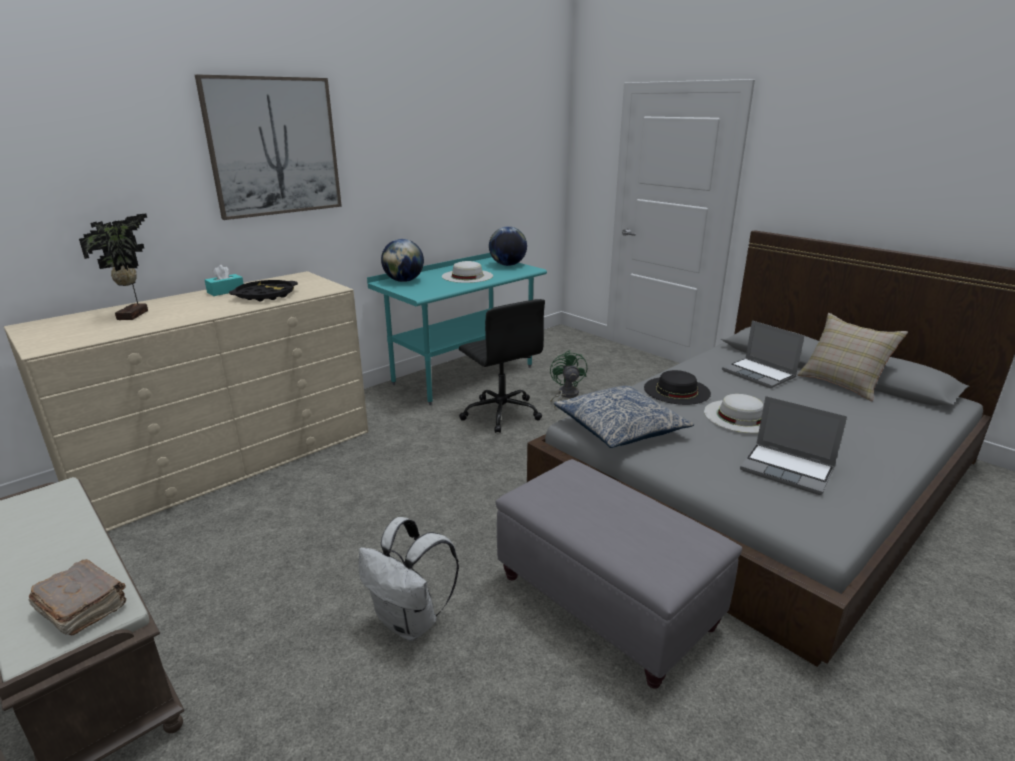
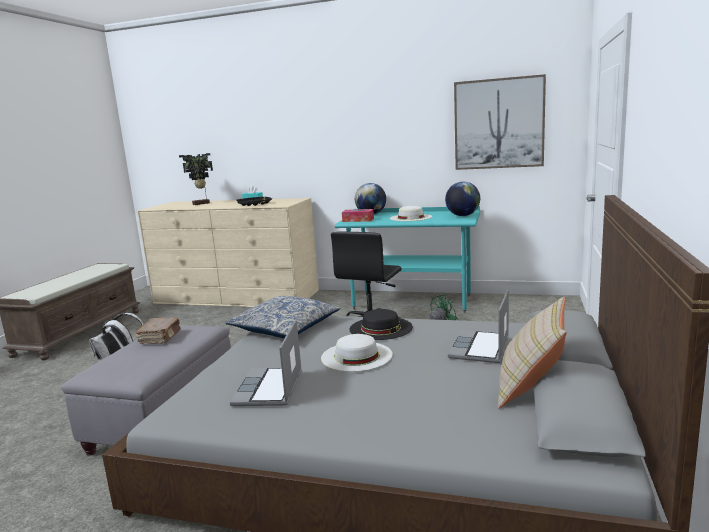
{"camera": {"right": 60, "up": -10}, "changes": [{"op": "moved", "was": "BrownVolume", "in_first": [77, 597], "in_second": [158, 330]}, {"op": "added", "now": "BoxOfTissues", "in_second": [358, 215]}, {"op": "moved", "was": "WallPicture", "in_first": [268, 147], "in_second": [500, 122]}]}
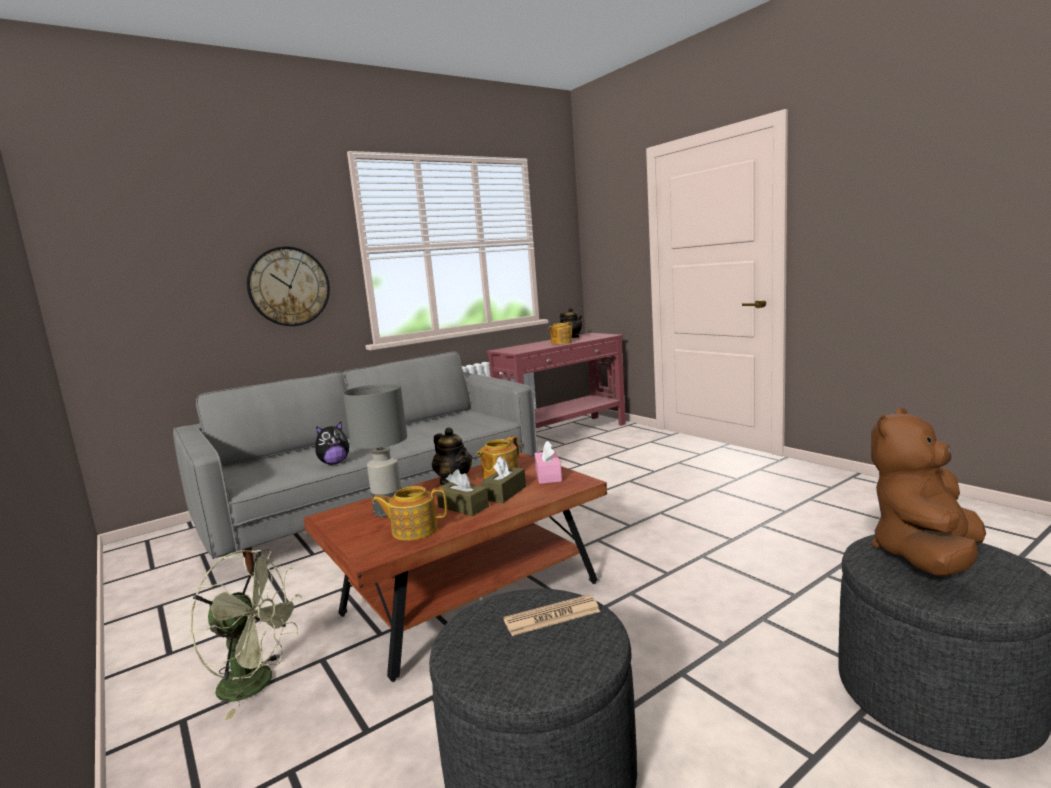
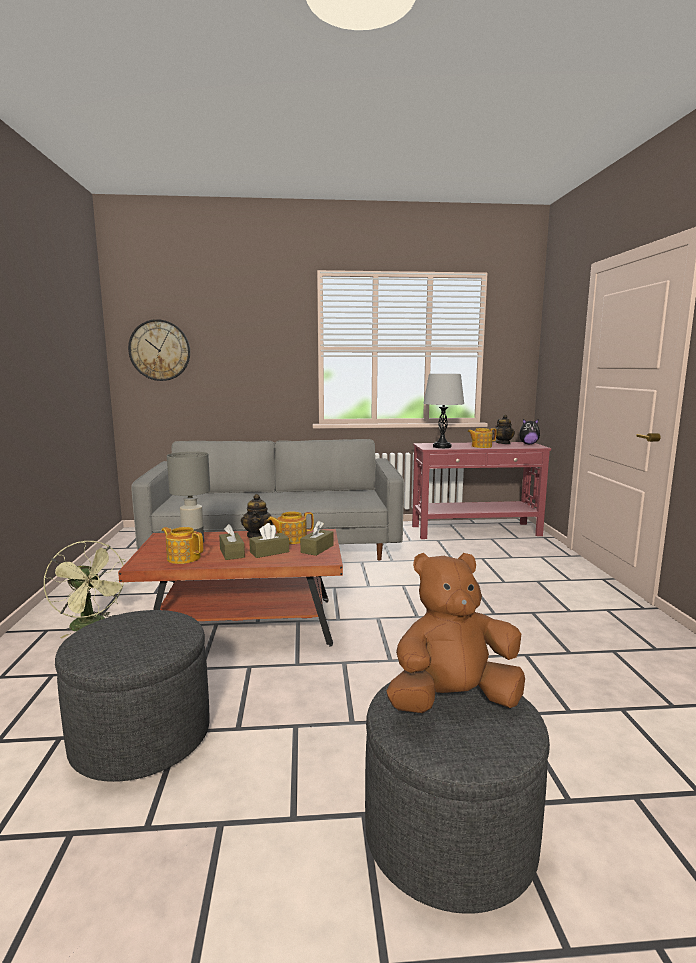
{"camera": {"right": 30, "up": 0}, "changes": [{"op": "moved", "was": "HangingClock", "in_first": [288, 286], "in_second": [159, 350]}, {"op": "recoloured", "was": "PinkishBoxOfTissues", "now": "BrownBoxOfTissues", "in_first": [548, 462], "in_second": [317, 538]}, {"op": "added", "now": "GreyishTabletopLamp", "in_second": [443, 411]}, {"op": "moved", "was": "CuddlyToy", "in_first": [332, 443], "in_second": [529, 431]}, {"op": "removed", "was": "DailyPaper", "in_first": [551, 615]}]}
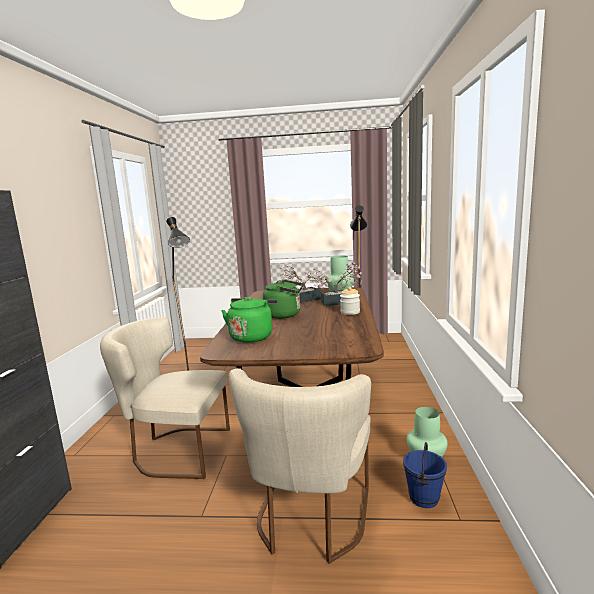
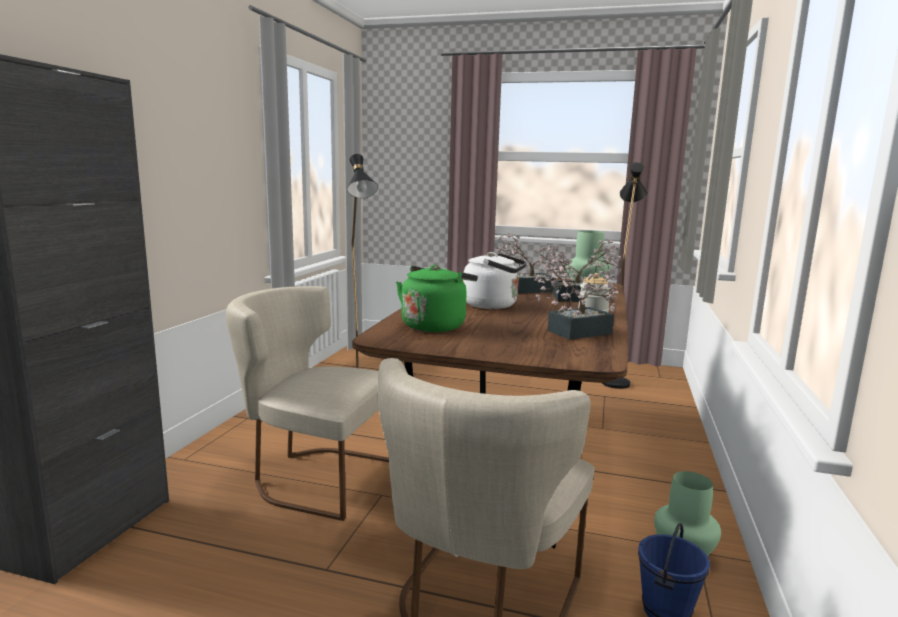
{"camera": {"right": 10, "up": 0}, "changes": [{"op": "recoloured", "was": "GreenTeaKettle", "now": "WhitishTeaKettle", "in_first": [283, 299], "in_second": [495, 280]}, {"op": "added", "now": "PottedPlant", "in_second": [576, 298]}]}
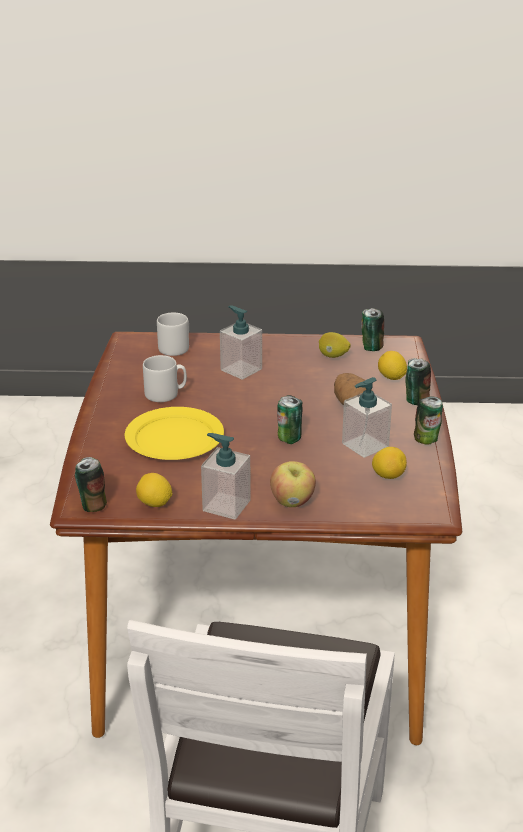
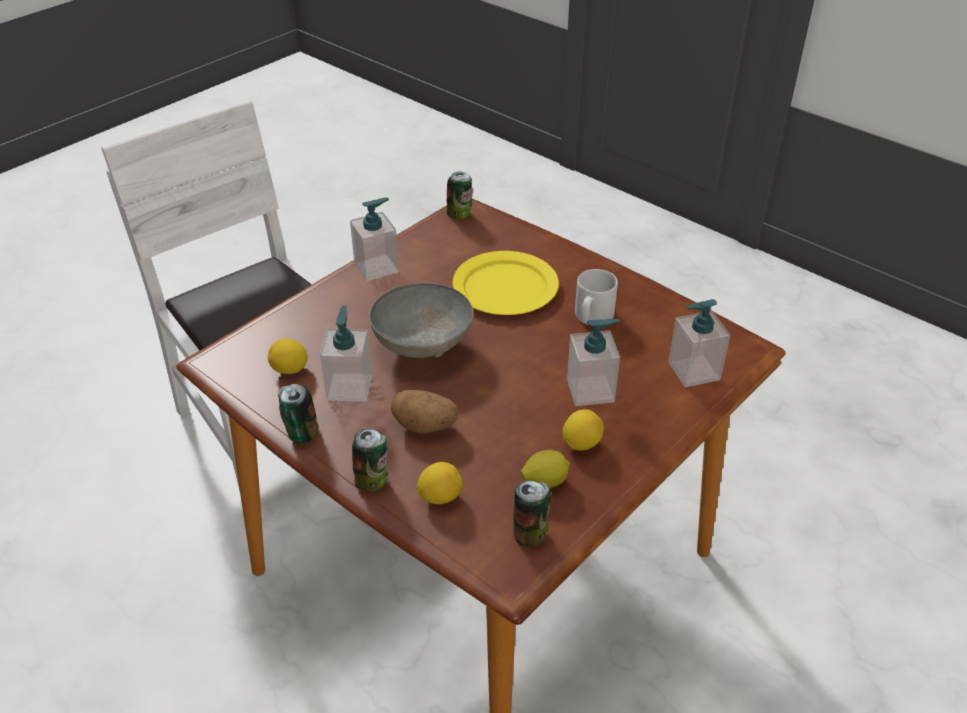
{"camera": {"right": 130, "up": 10}, "changes": [{"op": "replaced", "was": "Can", "now": "GreyishServingBowl", "in_first": [290, 419], "in_second": [421, 320]}, {"op": "moved", "was": "CitrusFruit", "in_first": [154, 490], "in_second": [583, 430]}, {"op": "replaced", "was": "GreyishCoffeeMug", "now": "SoapDispenser", "in_first": [173, 334], "in_second": [699, 343]}, {"op": "removed", "was": "WholeApple", "in_first": [293, 484]}]}
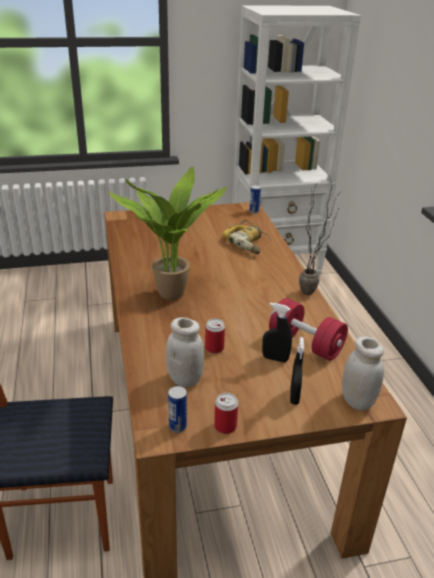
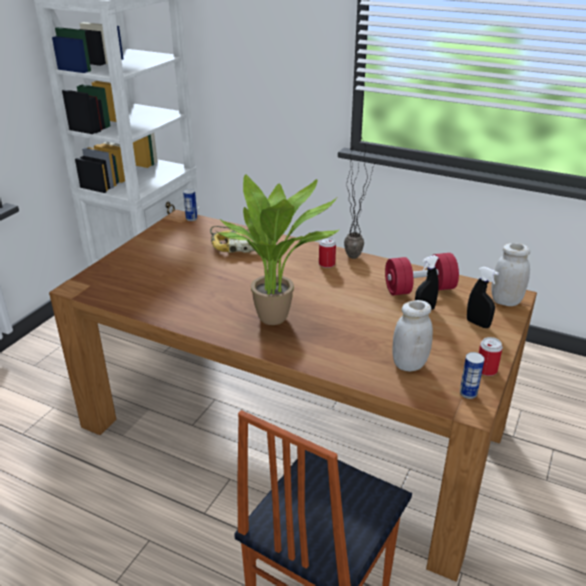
{"camera": {"right": -50, "up": 0}, "changes": [{"op": "moved", "was": "Can", "in_first": [215, 336], "in_second": [327, 252]}]}
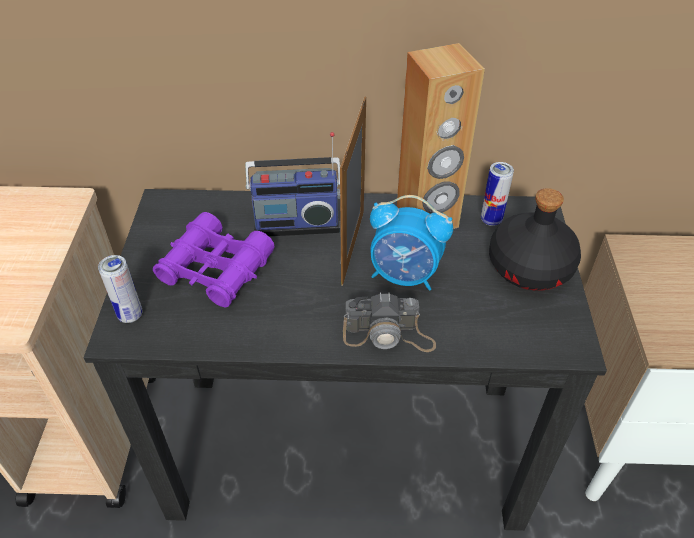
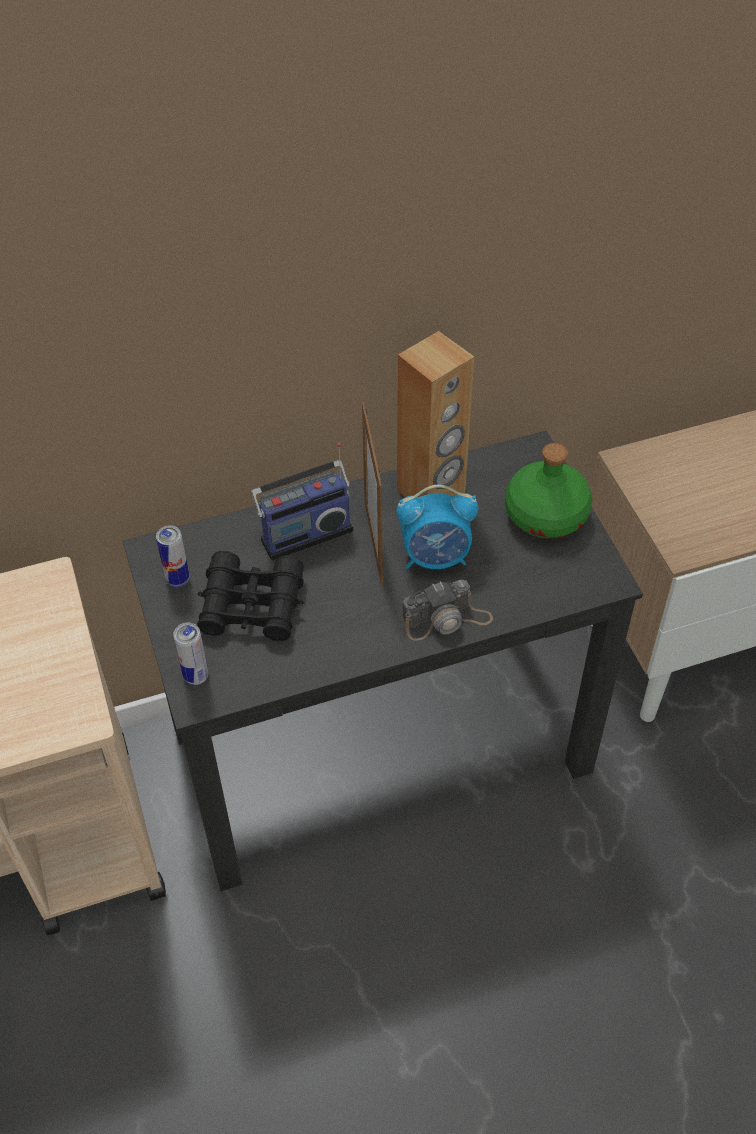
{"camera": {"right": -20, "up": 5}, "changes": [{"op": "moved", "was": "Can", "in_first": [497, 194], "in_second": [173, 556]}, {"op": "recoloured", "was": "PurpleBinoculars", "now": "BlackColouredBinoculars", "in_first": [214, 260], "in_second": [250, 596]}, {"op": "recoloured", "was": "BlackColouredBeverageBottle", "now": "GreenBeverageBottle", "in_first": [535, 239], "in_second": [548, 490]}]}
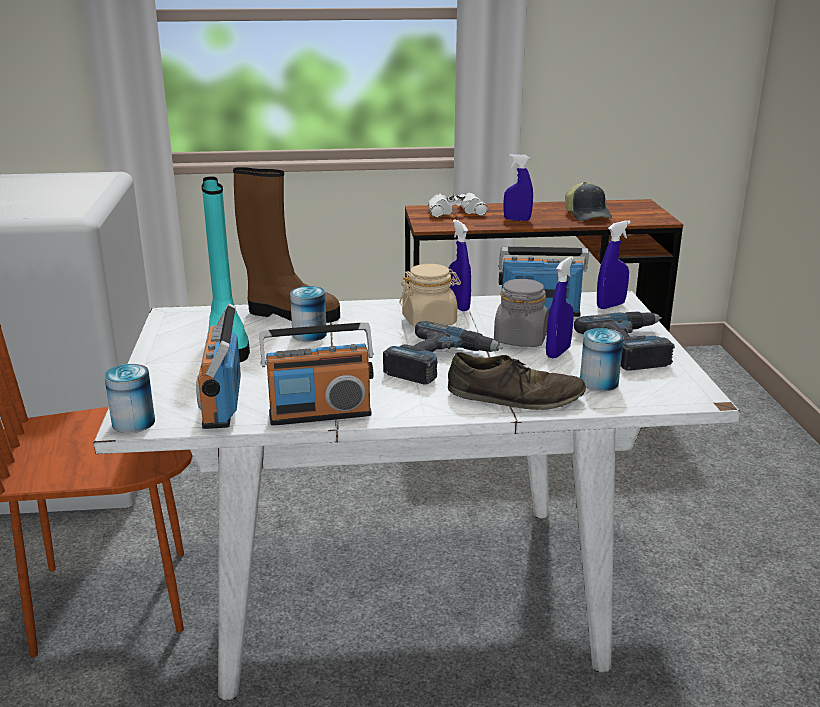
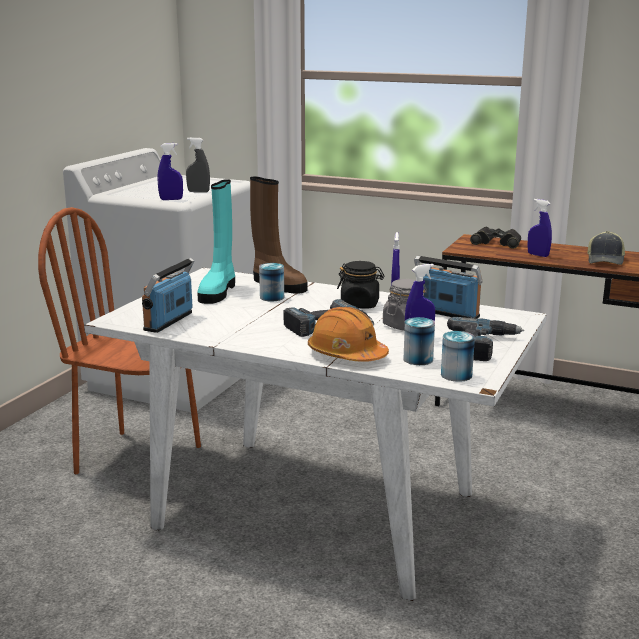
{"camera": {"right": 30, "up": -5}, "changes": [{"op": "moved", "was": "BluishSprayer", "in_first": [614, 264], "in_second": [170, 171]}, {"op": "added", "now": "GreyishSprayer", "in_second": [198, 165]}, {"op": "replaced", "was": "BrownItemOfFootwear", "now": "OrangeColouredWorkHelmet", "in_first": [517, 381], "in_second": [348, 334]}, {"op": "recoloured", "was": "BeigeStorageJar", "now": "BlackColouredStorageJar", "in_first": [430, 295], "in_second": [360, 284]}, {"op": "moved", "was": "Can", "in_first": [129, 398], "in_second": [458, 356]}, {"op": "recoloured", "was": "WhitishBinoculars", "now": "BlackColouredBinoculars", "in_first": [458, 205], "in_second": [495, 238]}, {"op": "removed", "was": "RadioReceiver", "in_first": [316, 373]}]}
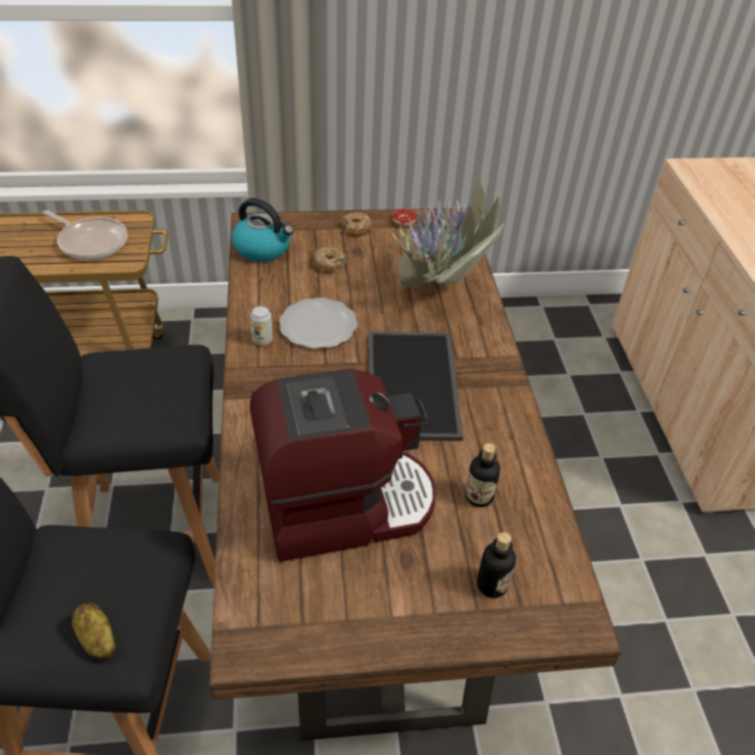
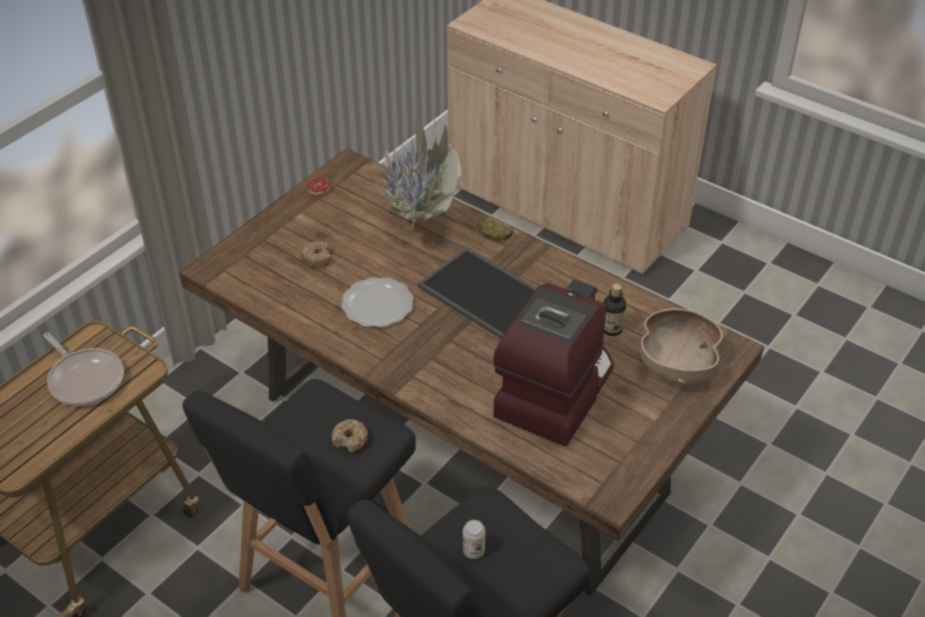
{"camera": {"right": -45, "up": 0}, "changes": [{"op": "turned", "was": "FryingPan", "in_first": [85, 235], "in_second": [83, 369], "clockwise": 60}, {"op": "moved", "was": "Donut", "in_first": [357, 224], "in_second": [349, 435]}, {"op": "moved", "was": "Can", "in_first": [261, 325], "in_second": [474, 539]}, {"op": "moved", "was": "Potato", "in_first": [94, 631], "in_second": [495, 229]}, {"op": "replaced", "was": "BeverageBottle", "now": "BrownServingBowl", "in_first": [496, 565], "in_second": [681, 346]}, {"op": "removed", "was": "TeaKettle", "in_first": [262, 230]}]}
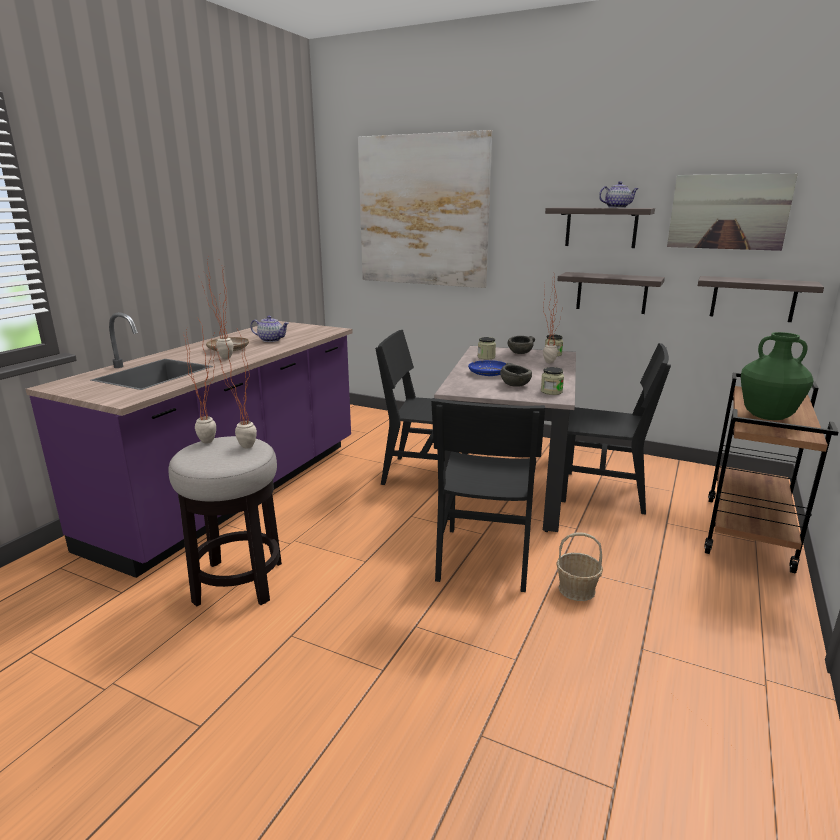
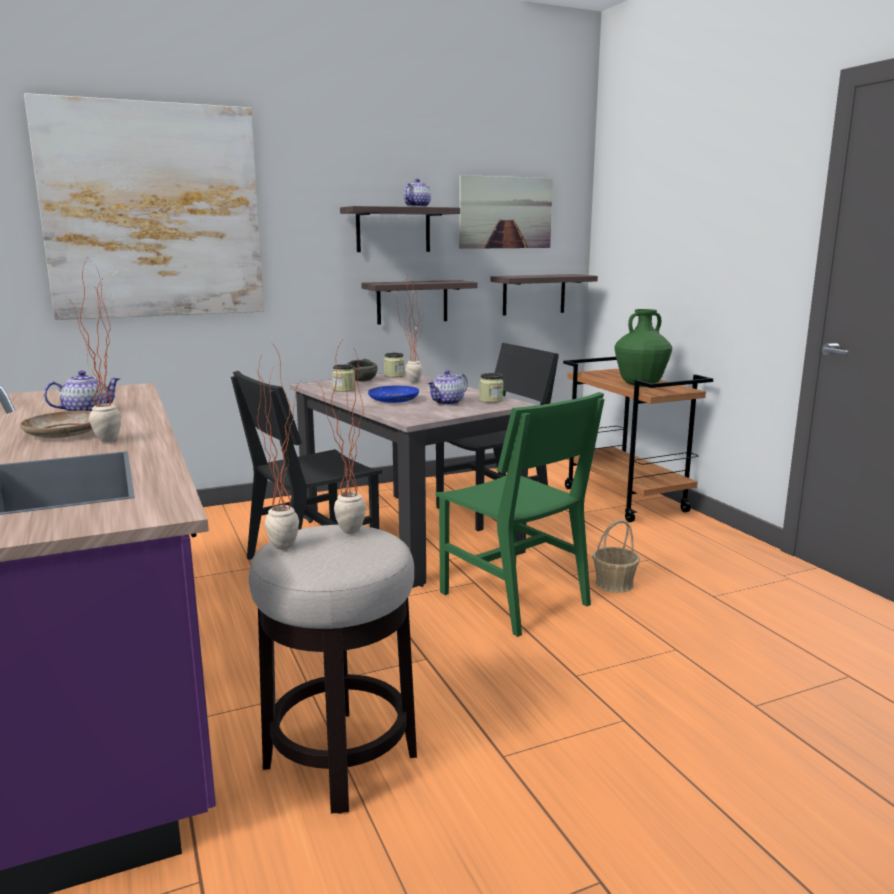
{"camera": {"right": -50, "up": -5}, "changes": [{"op": "replaced", "was": "GreyishServingBowl", "now": "TeaPot", "in_first": [516, 375], "in_second": [447, 387]}, {"op": "recoloured", "was": "BlackColouredPlainChair", "now": "GreenPlainChair", "in_first": [488, 495], "in_second": [520, 514]}]}
